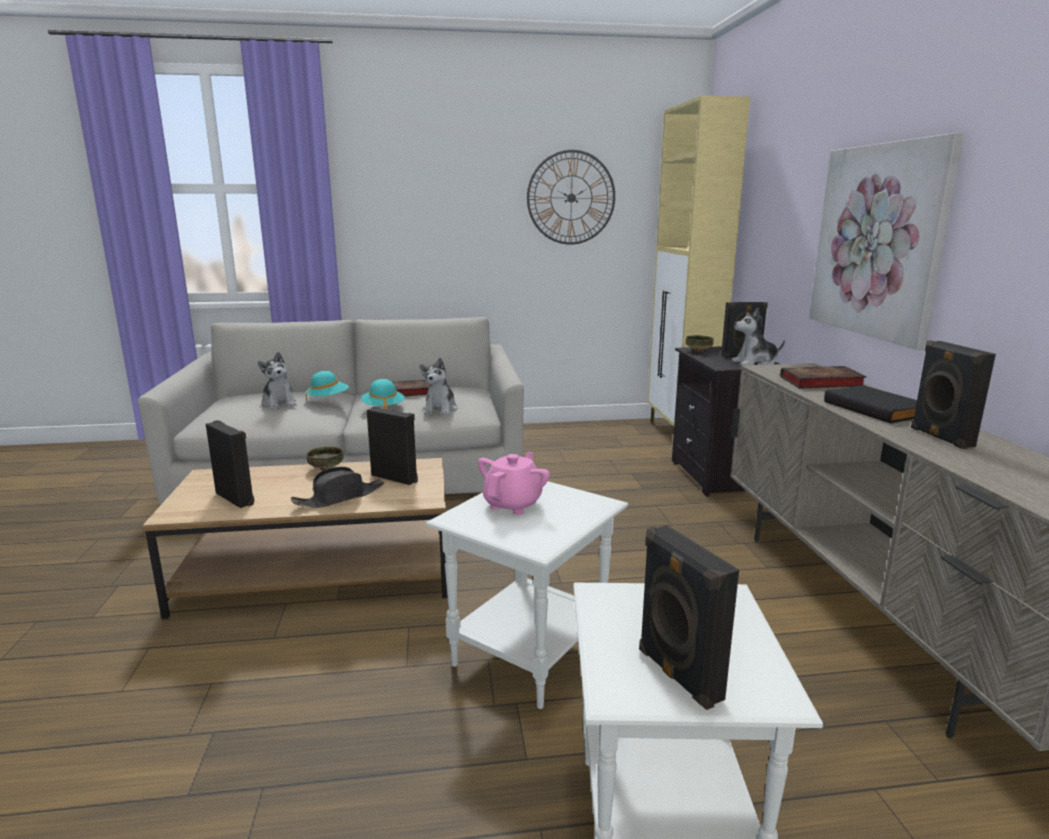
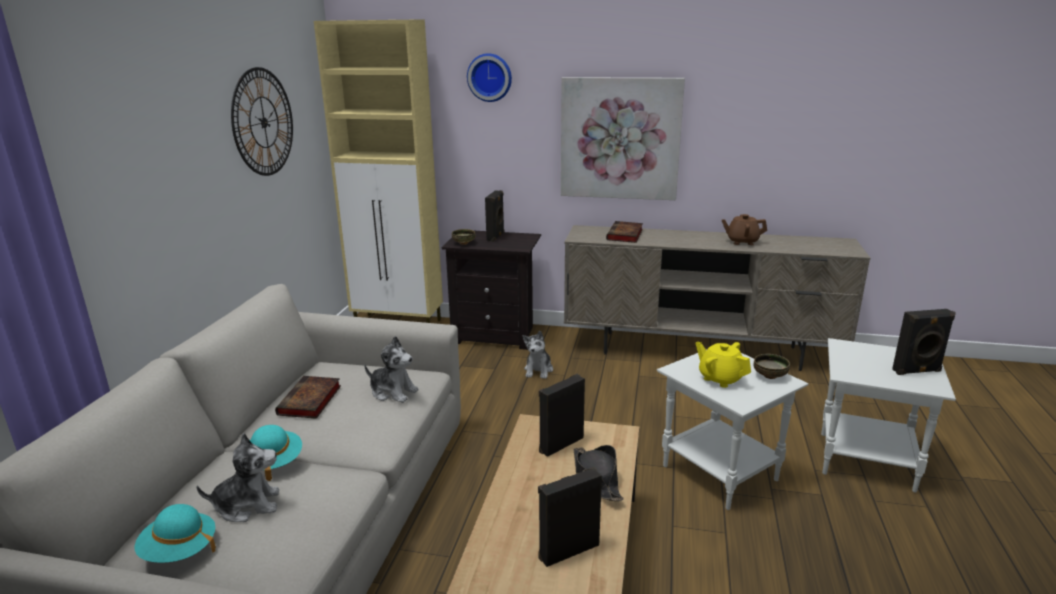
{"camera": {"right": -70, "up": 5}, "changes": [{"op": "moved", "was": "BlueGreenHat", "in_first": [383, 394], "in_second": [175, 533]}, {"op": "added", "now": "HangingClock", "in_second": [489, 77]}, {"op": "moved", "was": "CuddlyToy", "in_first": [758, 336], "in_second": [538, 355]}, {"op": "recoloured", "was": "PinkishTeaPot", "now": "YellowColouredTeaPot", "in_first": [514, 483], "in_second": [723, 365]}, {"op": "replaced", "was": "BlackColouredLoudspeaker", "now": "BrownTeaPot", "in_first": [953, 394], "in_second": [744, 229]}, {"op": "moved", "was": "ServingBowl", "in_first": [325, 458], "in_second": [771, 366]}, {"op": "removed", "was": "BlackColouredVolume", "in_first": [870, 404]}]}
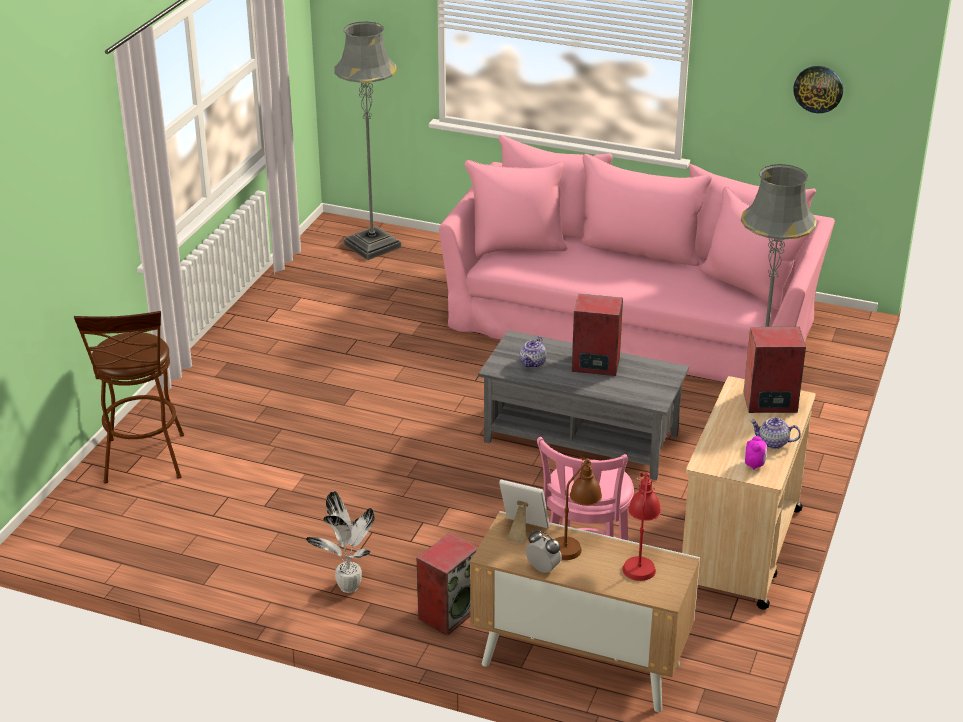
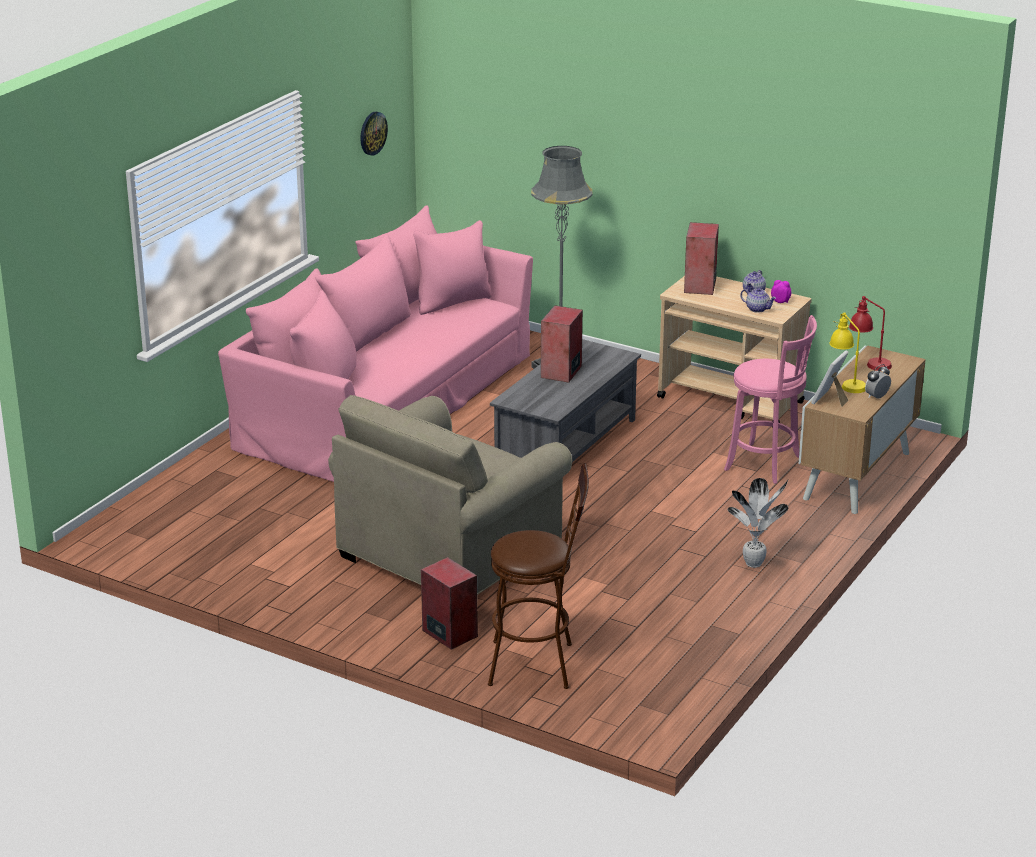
{"camera": {"right": -80, "up": -5}, "changes": [{"op": "added", "now": "BeigeEasyChair", "in_second": [450, 495]}, {"op": "moved", "was": "Loudspeaker", "in_first": [447, 584], "in_second": [449, 603]}, {"op": "moved", "was": "TeaPot", "in_first": [533, 352], "in_second": [758, 300]}, {"op": "recoloured", "was": "BrownTabletopLamp", "now": "YellowColouredTabletopLamp", "in_first": [578, 508], "in_second": [847, 352]}, {"op": "removed", "was": "GreyishStandardLamp", "in_first": [367, 141]}]}
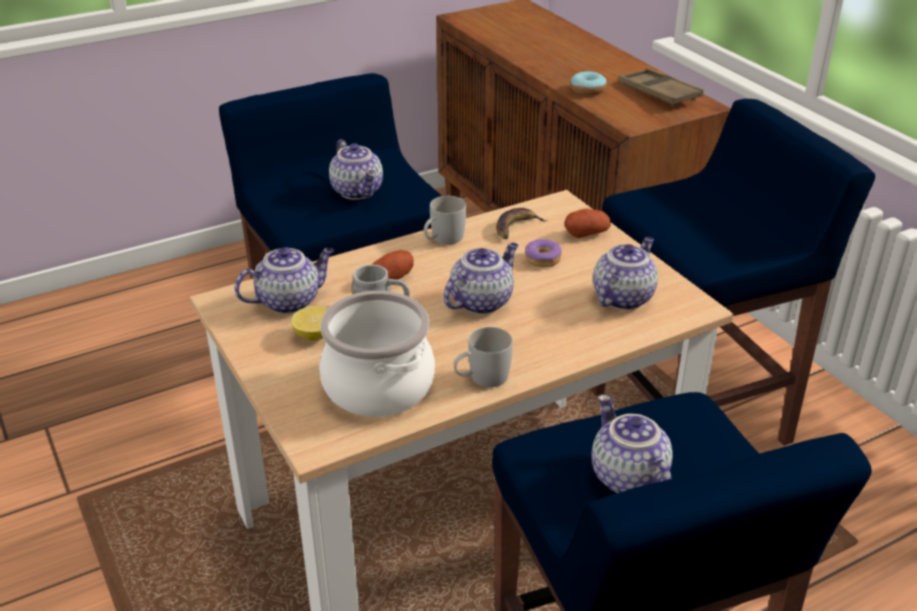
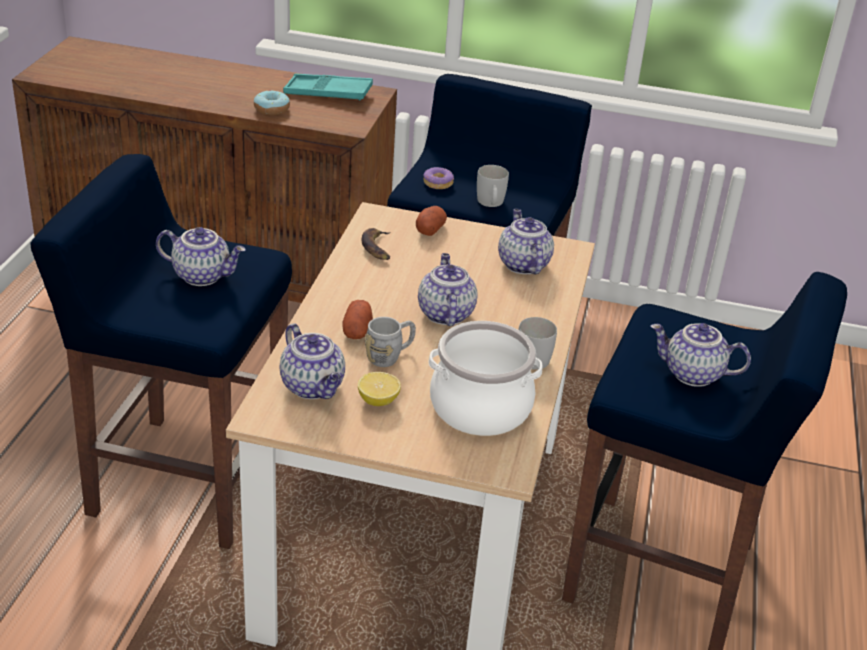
{"camera": {"right": -50, "up": 0}, "changes": [{"op": "turned", "was": "TeaPot", "in_first": [284, 281], "in_second": [312, 361], "clockwise": 135}, {"op": "recoloured", "was": "BrownTray", "now": "BlueGreenTray", "in_first": [661, 87], "in_second": [328, 87]}, {"op": "moved", "was": "Donut", "in_first": [543, 253], "in_second": [438, 178]}, {"op": "moved", "was": "WhitishCoffeeMug", "in_first": [445, 220], "in_second": [493, 186]}]}
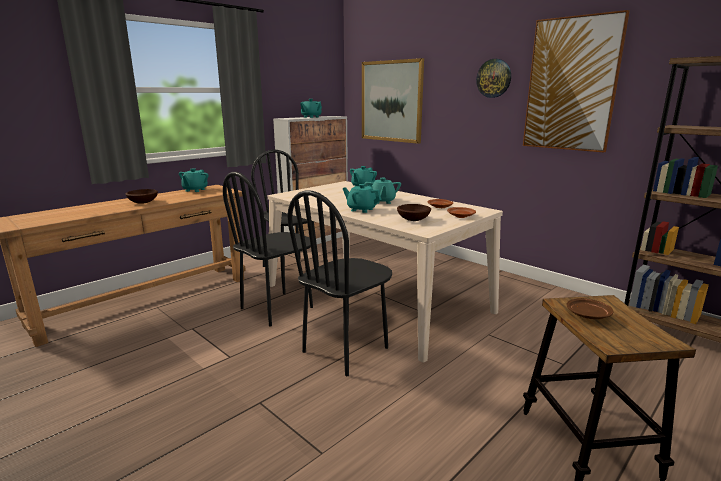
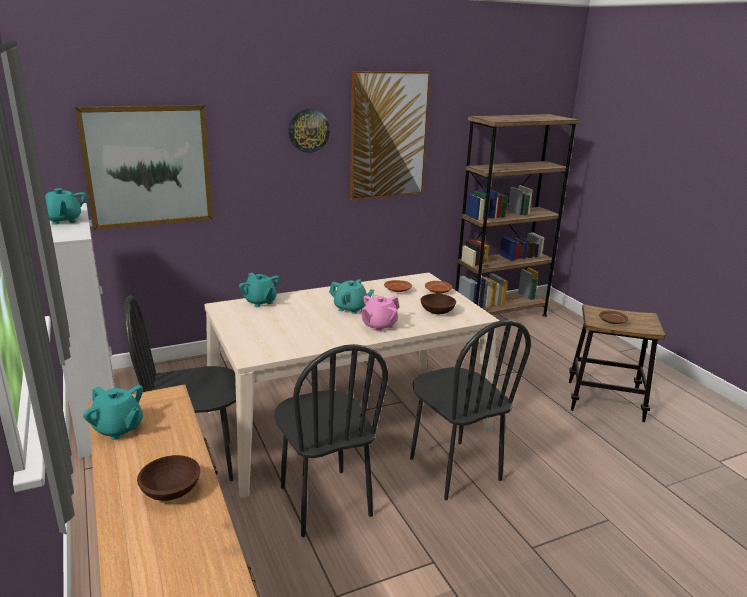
{"camera": {"right": -70, "up": 5}, "changes": [{"op": "recoloured", "was": "BlueGreenTeaPot", "now": "PinkishTeaPot", "in_first": [362, 198], "in_second": [380, 314]}]}
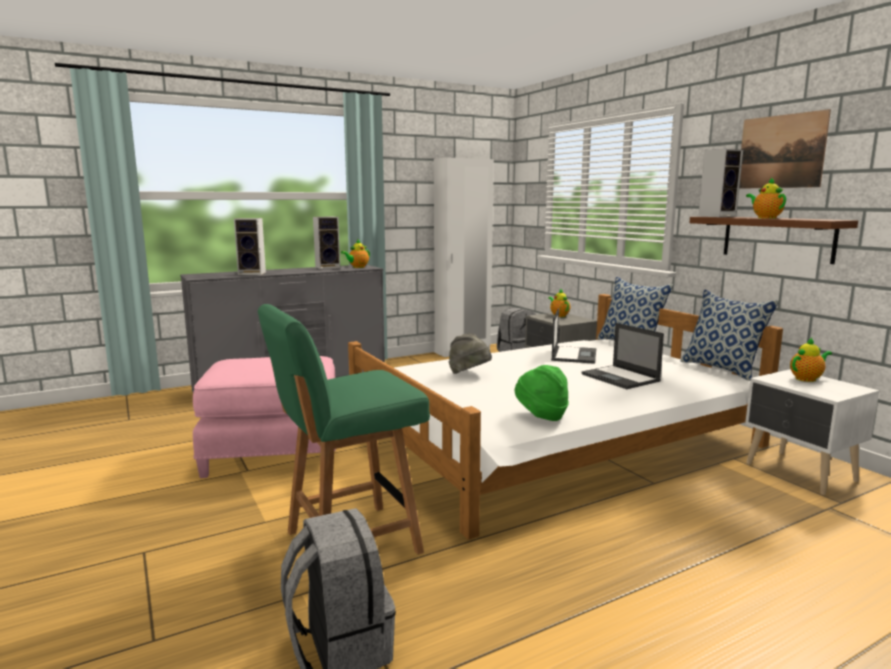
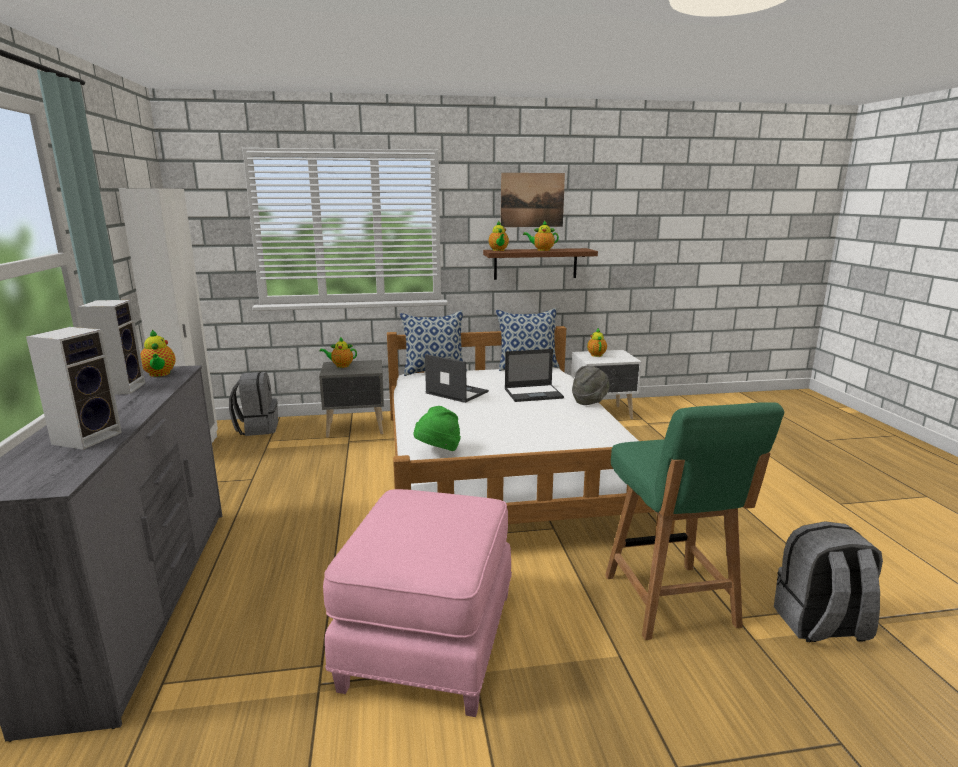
{"camera": {"right": -70, "up": 5}, "changes": [{"op": "moved", "was": "GreenHat", "in_first": [542, 393], "in_second": [437, 428]}, {"op": "replaced", "was": "Loudspeaker", "now": "TeaPot", "in_first": [720, 183], "in_second": [498, 236]}, {"op": "moved", "was": "GreyishHat", "in_first": [470, 353], "in_second": [591, 385]}]}
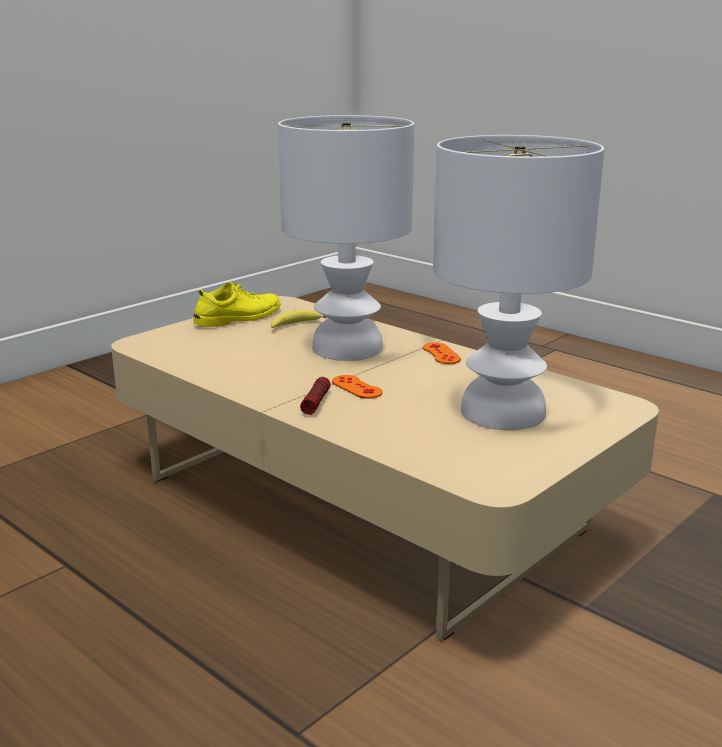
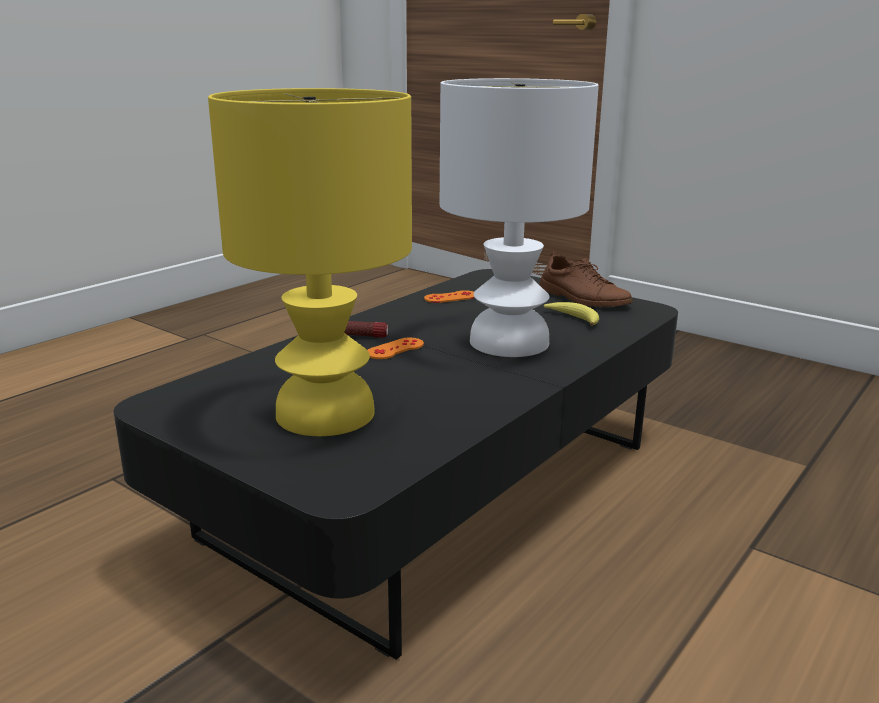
{"camera": {"right": 85, "up": 0}, "changes": [{"op": "recoloured", "was": "BeigeLoungeTable", "now": "BlackColouredLoungeTable", "in_first": [385, 468], "in_second": [396, 464]}, {"op": "recoloured", "was": "WhitishTabletopLamp", "now": "YellowColouredTabletopLamp", "in_first": [518, 282], "in_second": [310, 262]}, {"op": "moved", "was": "OrangeColouredJoypad", "in_first": [442, 353], "in_second": [449, 296]}, {"op": "recoloured", "was": "YellowColouredItemOfFootwear", "now": "BrownItemOfFootwear", "in_first": [237, 304], "in_second": [586, 279]}]}
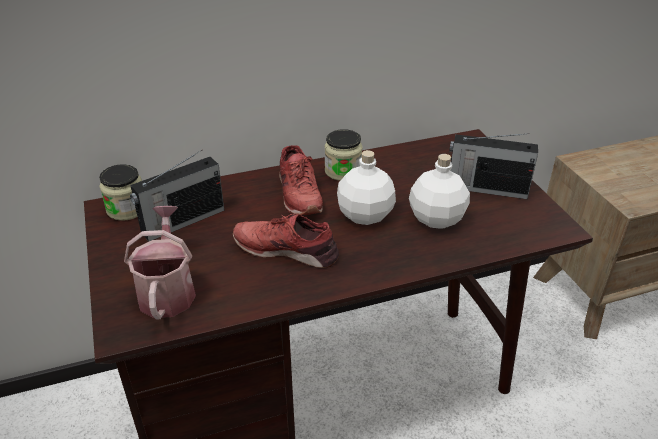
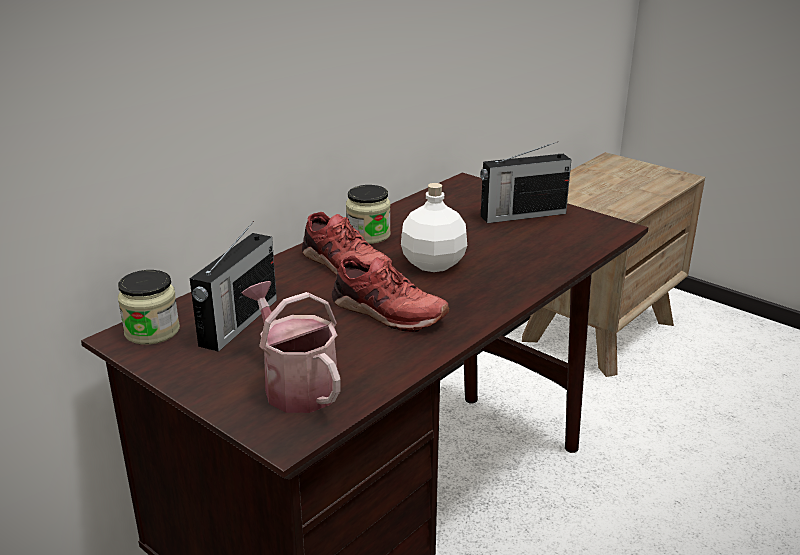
{"camera": {"right": -30, "up": -10}, "changes": [{"op": "turned", "was": "ReddishItemOfFootwear", "in_first": [286, 241], "in_second": [391, 293], "clockwise": -135}, {"op": "removed", "was": "WhitishBeverageBottle", "in_first": [439, 191]}]}
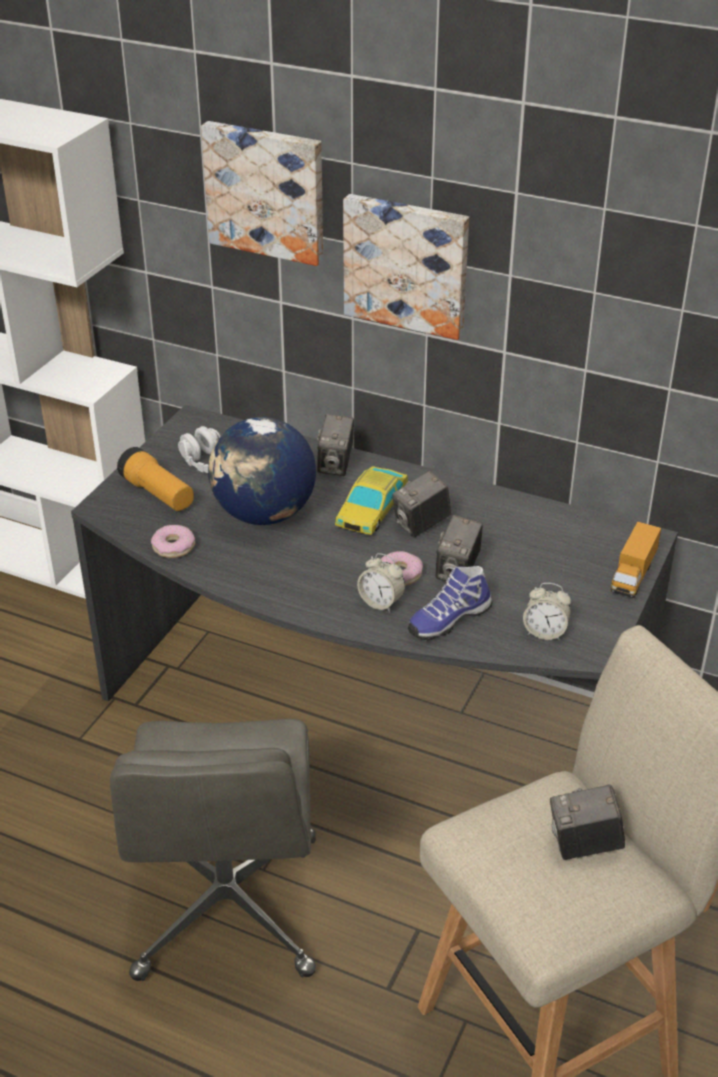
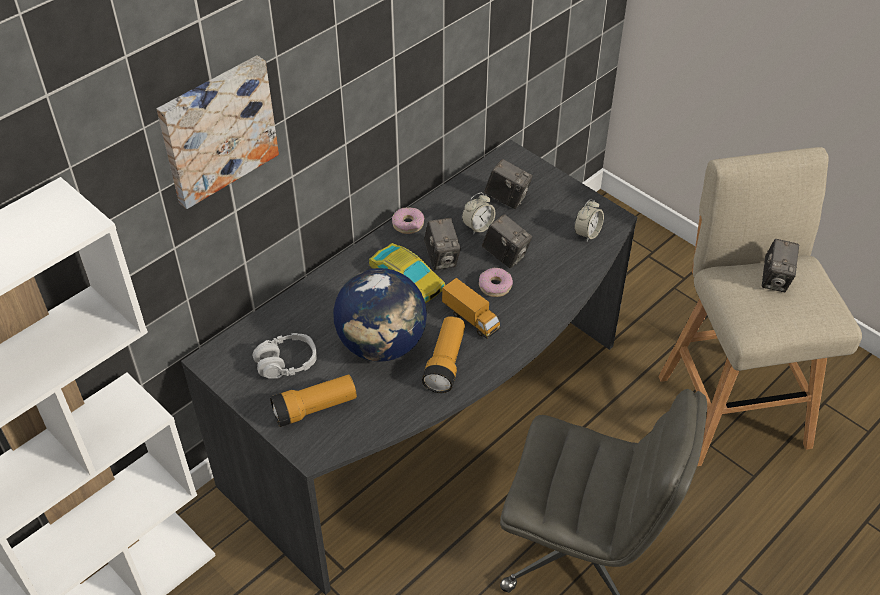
{"camera": {"right": -70, "up": 10}, "changes": [{"op": "moved", "was": "Donut", "in_first": [173, 541], "in_second": [408, 221]}, {"op": "added", "now": "HandTorch", "in_second": [443, 354]}, {"op": "moved", "was": "ModelTruck", "in_first": [635, 559], "in_second": [471, 308]}, {"op": "moved", "was": "TableClock", "in_first": [381, 582], "in_second": [479, 213]}, {"op": "moved", "was": "StillCamera", "in_first": [335, 445], "in_second": [508, 184]}, {"op": "removed", "was": "WallPicture", "in_first": [406, 267]}, {"op": "removed", "was": "ItemOfFootwear", "in_first": [450, 603]}]}
